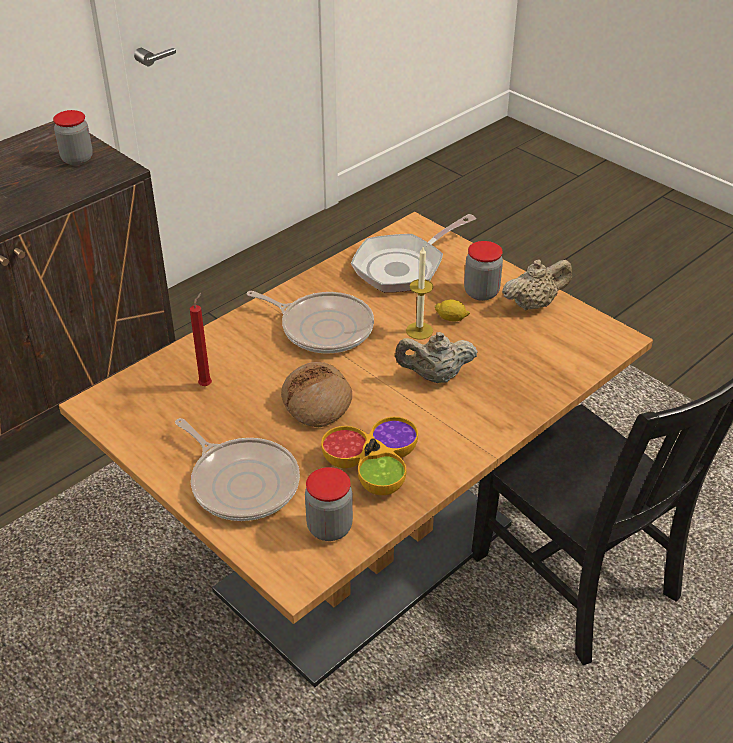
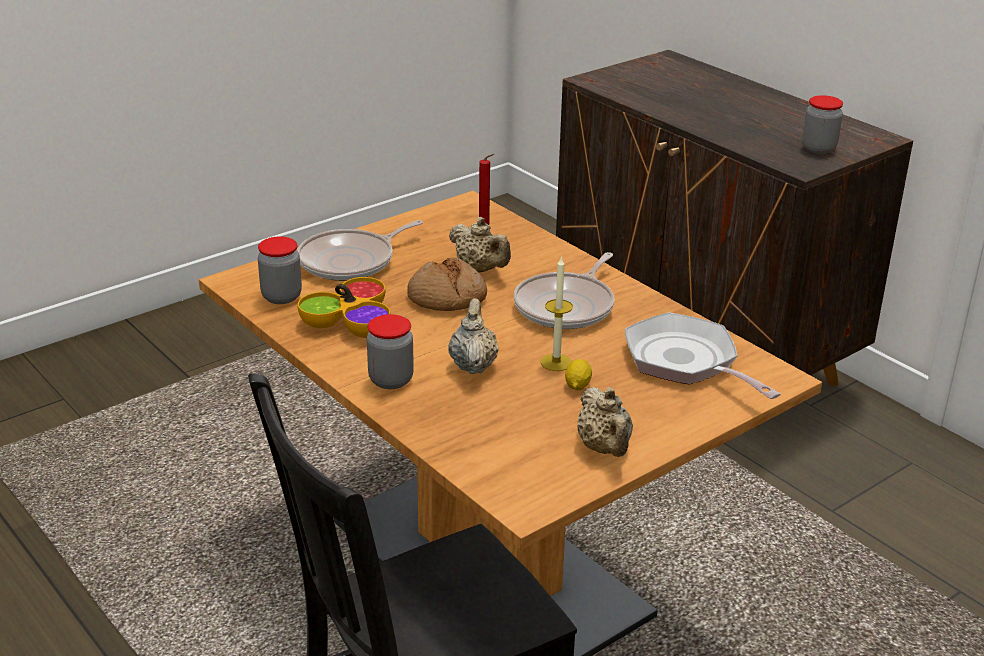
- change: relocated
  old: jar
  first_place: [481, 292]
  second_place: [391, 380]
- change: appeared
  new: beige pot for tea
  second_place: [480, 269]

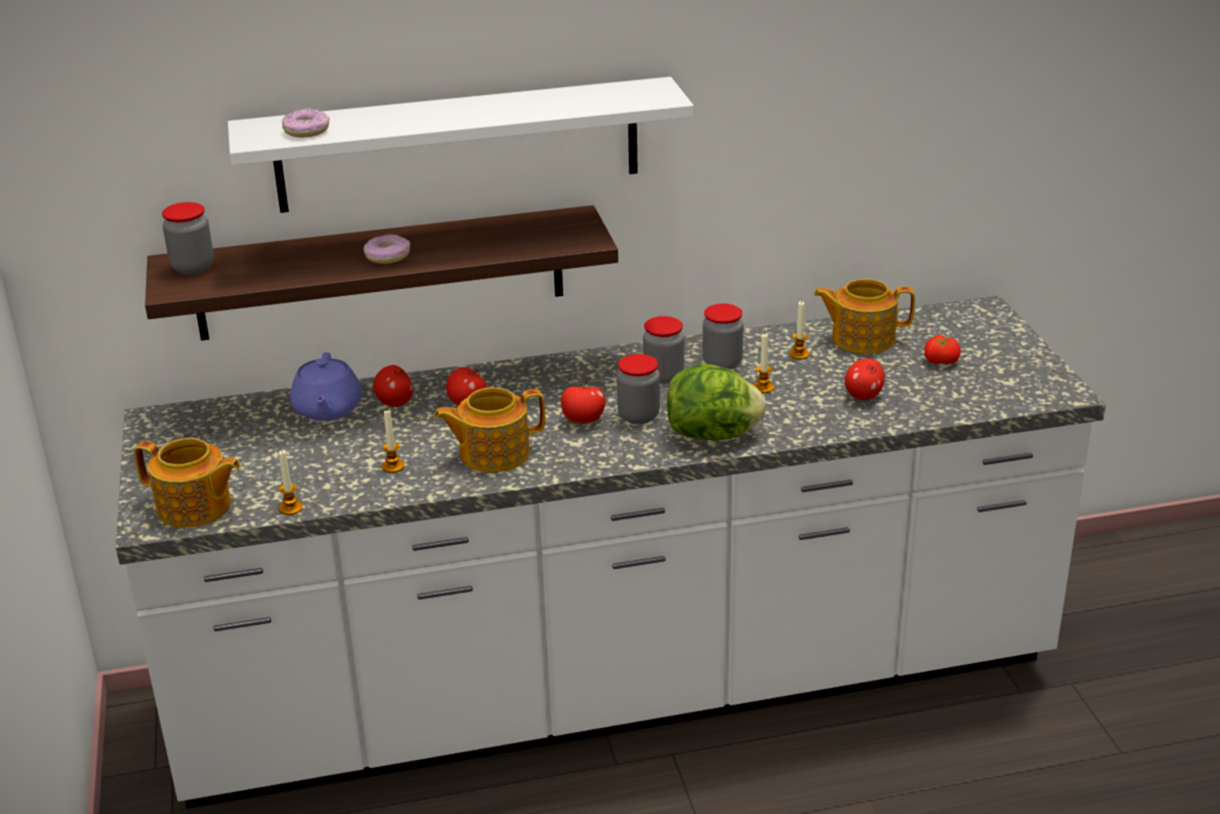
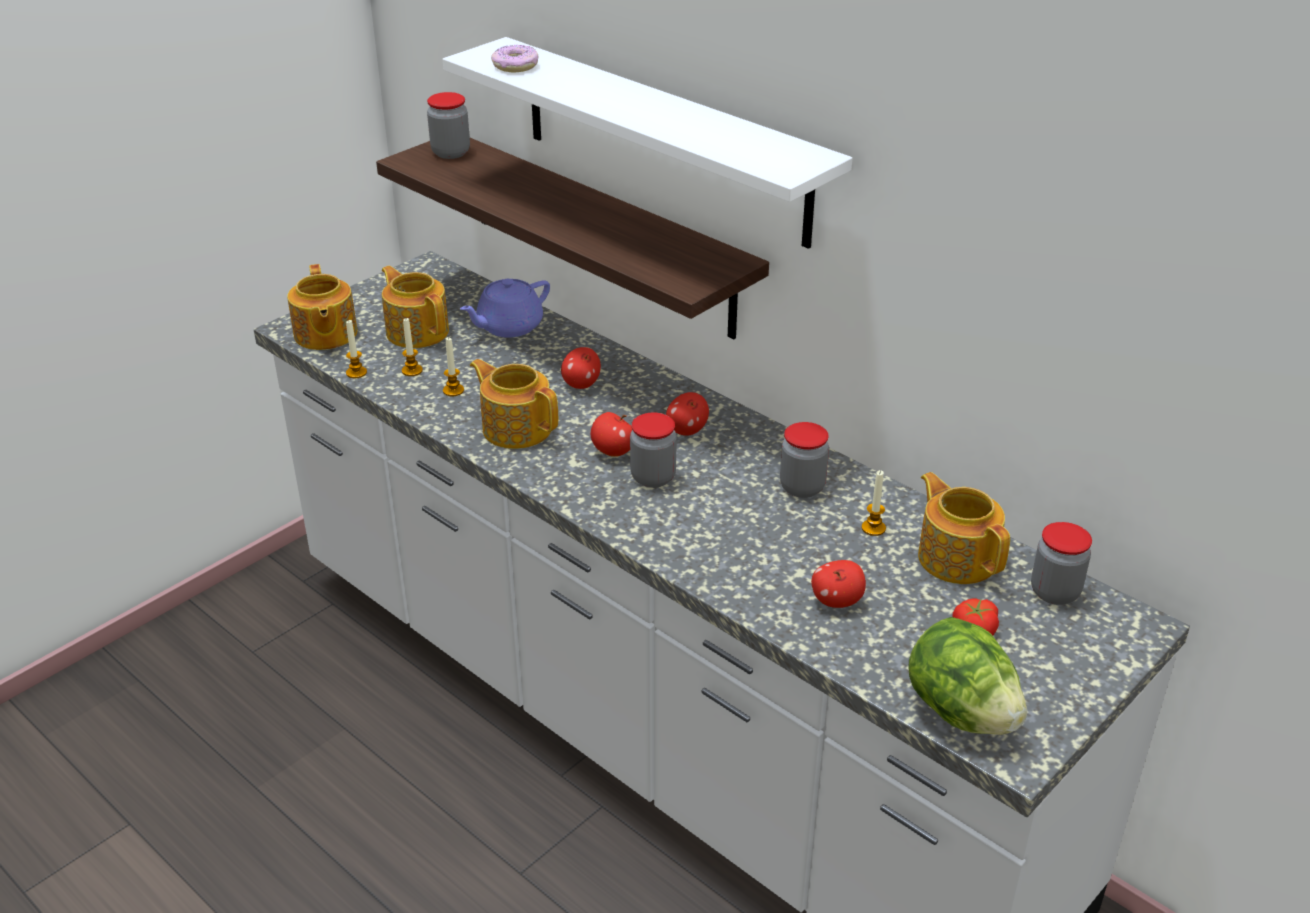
- change: missing
  old: ring doughnut
  first_place: [387, 256]
- change: relocated
  old: apple fruit
  first_place: [395, 403]
  second_place: [686, 430]
- change: relocated
  old: jar
  first_place: [663, 376]
  second_place: [1054, 592]
- change: relocated
  old: lettuce head
  first_place: [713, 435]
  second_place: [961, 712]
- change: relocated
  old: wax light
  first_place: [763, 388]
  second_place: [412, 370]
- change: appeared
  new: pot for tea
  second_place: [417, 331]

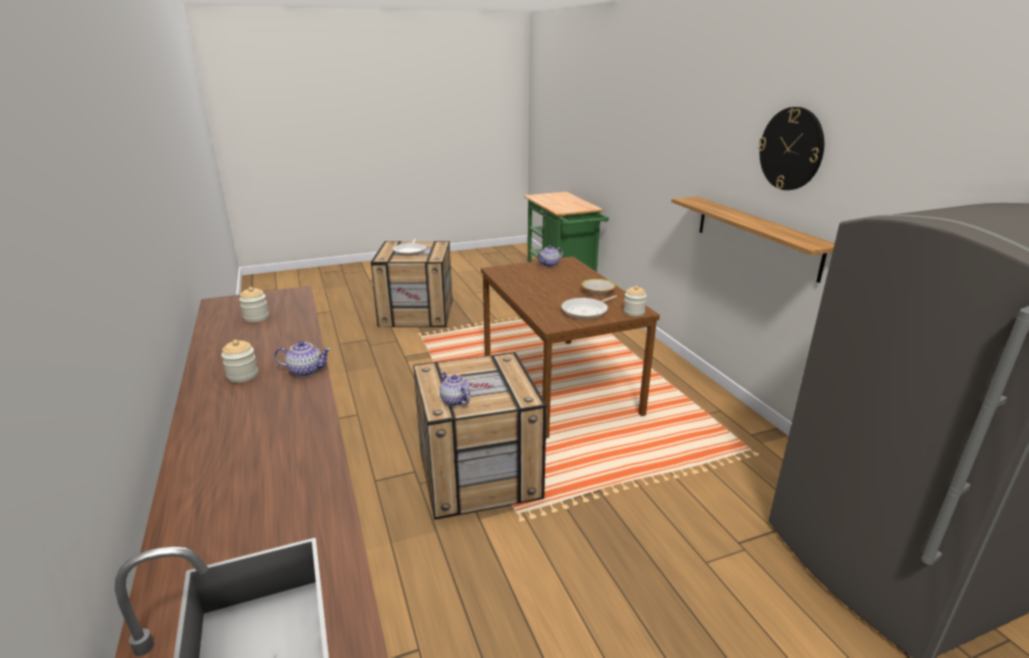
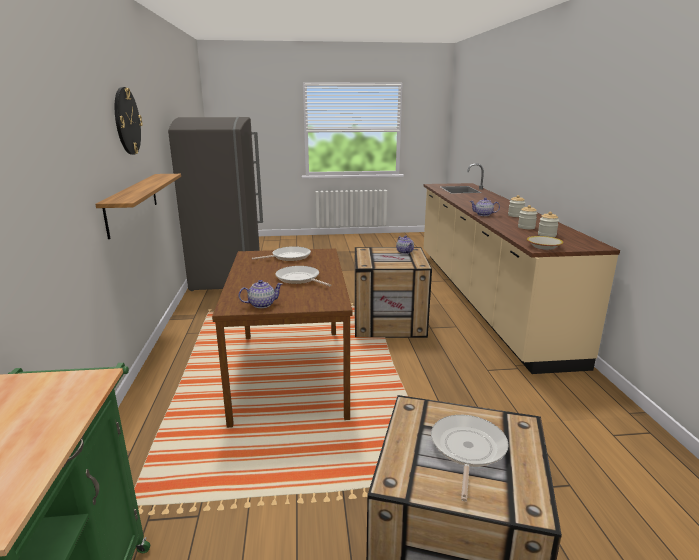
- change: relocated
  old: serving bowl
  first_place: [598, 291]
  second_place: [543, 247]
- change: relocated
  old: jar
  first_place: [634, 312]
  second_place: [526, 227]
- change: appeared
  new: pan
  second_place: [299, 279]

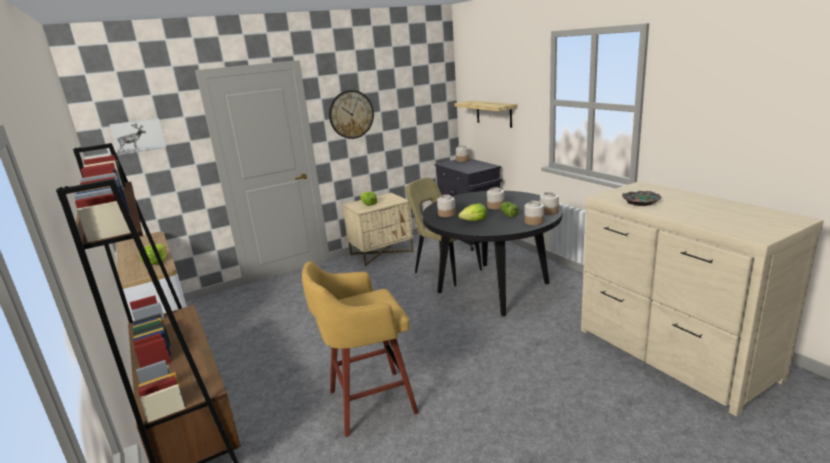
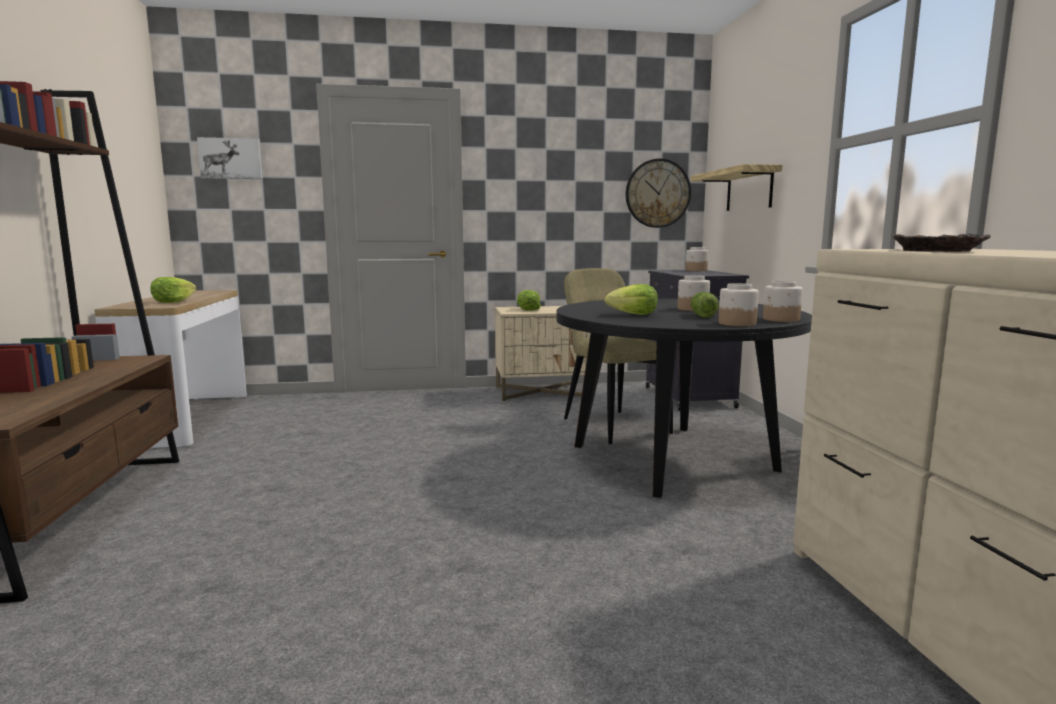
- change: missing
  old: yellowish stool
  first_place: [369, 402]
- change: relocated
  old: clock on the wall
  first_place: [351, 114]
  second_place: [657, 193]
- change: missing
  old: jar
  first_place: [446, 214]

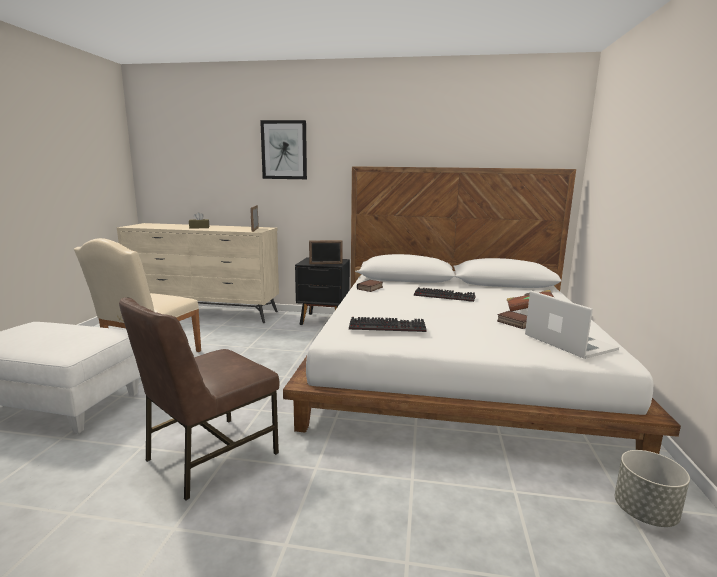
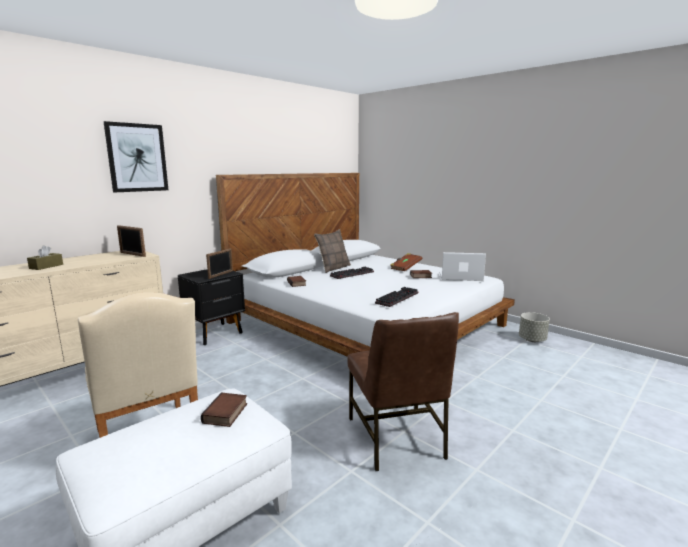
- change: appeared
  new: book
  second_place: [226, 414]
- change: appeared
  new: cushion
  second_place: [333, 268]

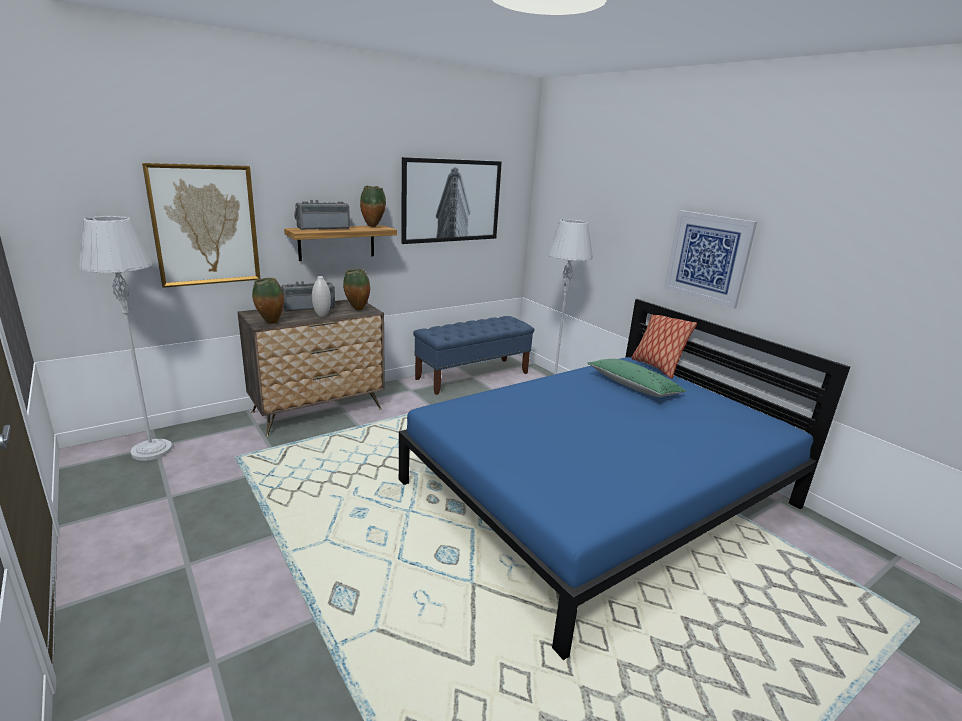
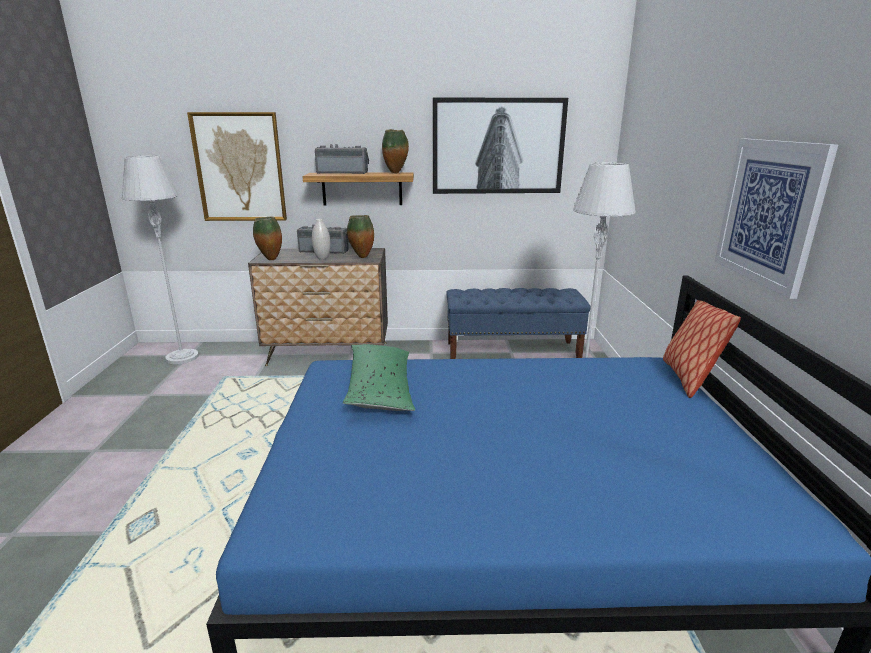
- change: relocated
  old: green cushion
  first_place: [633, 386]
  second_place: [380, 388]

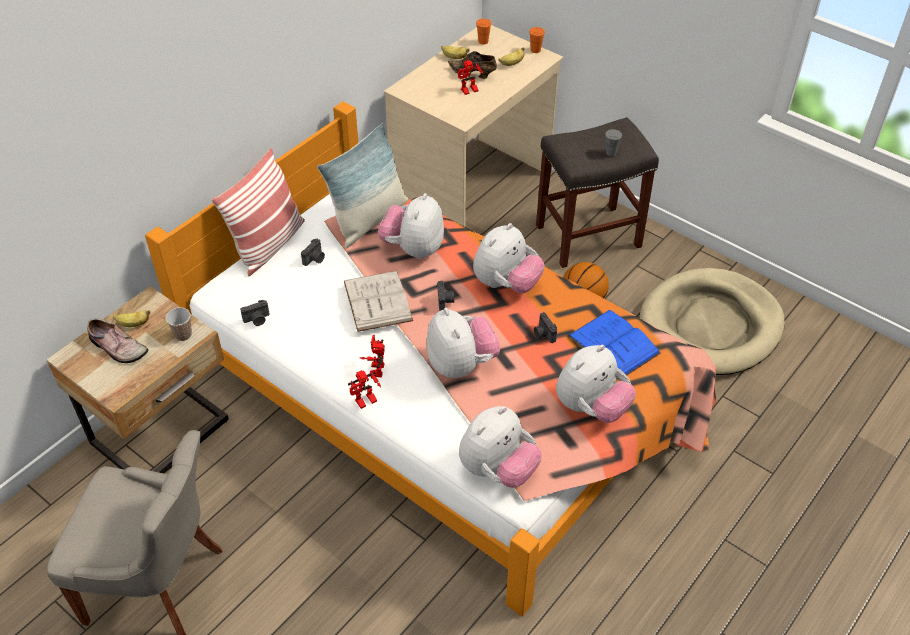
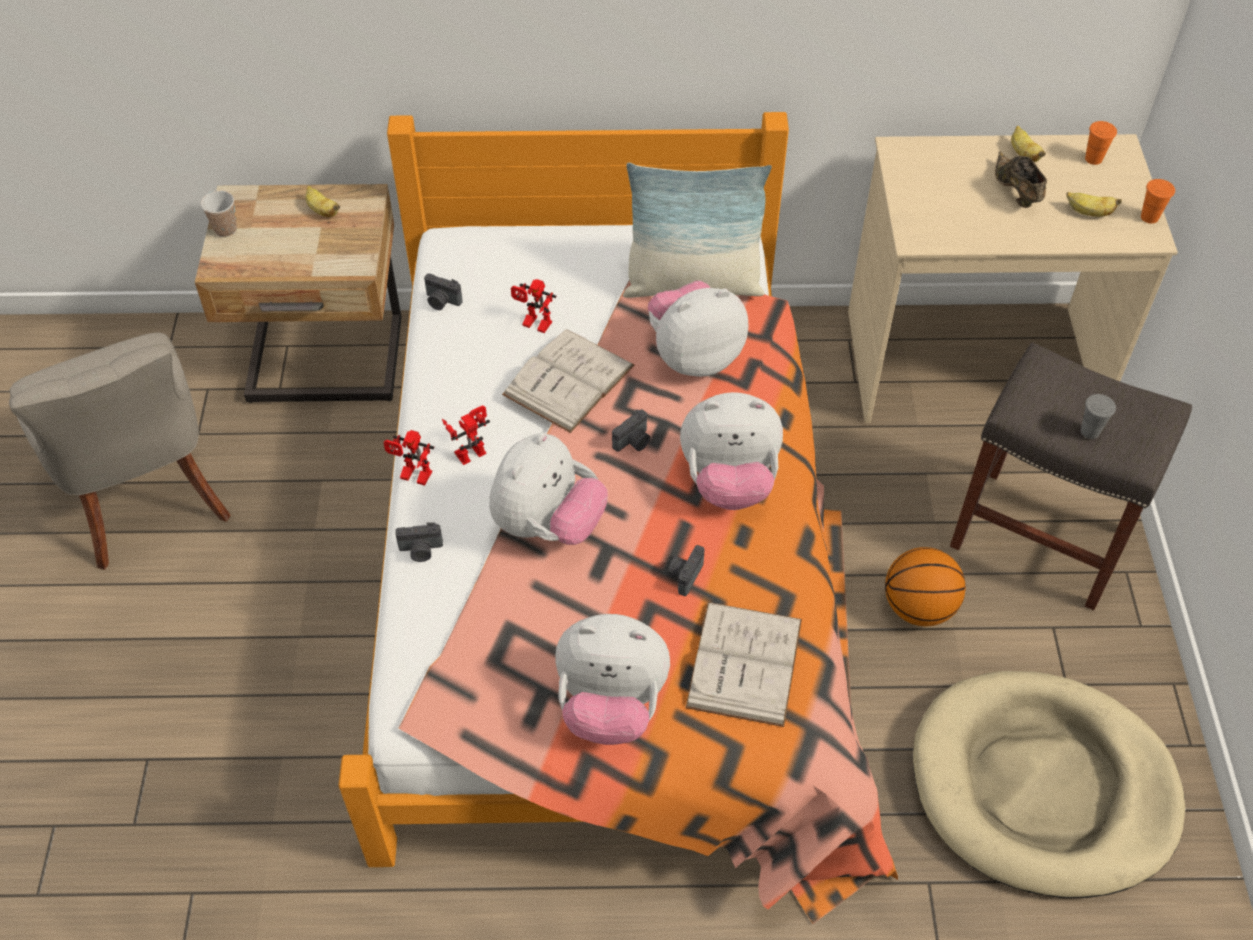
- change: missing
  old: shoe
  first_place: [117, 348]
- change: relocated
  old: small cup
  first_place: [183, 335]
  second_place: [225, 229]
- change: missing
  old: cushion
  first_place: [268, 244]
- change: relocated
  old: photo camera
  first_place: [315, 259]
  second_place: [421, 550]
- change: relocated
  old: toy robot
  first_place: [469, 91]
  second_place: [533, 325]
- change: missing
  old: cuddly toy
  first_place: [498, 469]
- change: colour
  old: bluish book
  new: white-coloured book
  first_place: [613, 344]
  second_place: [744, 663]

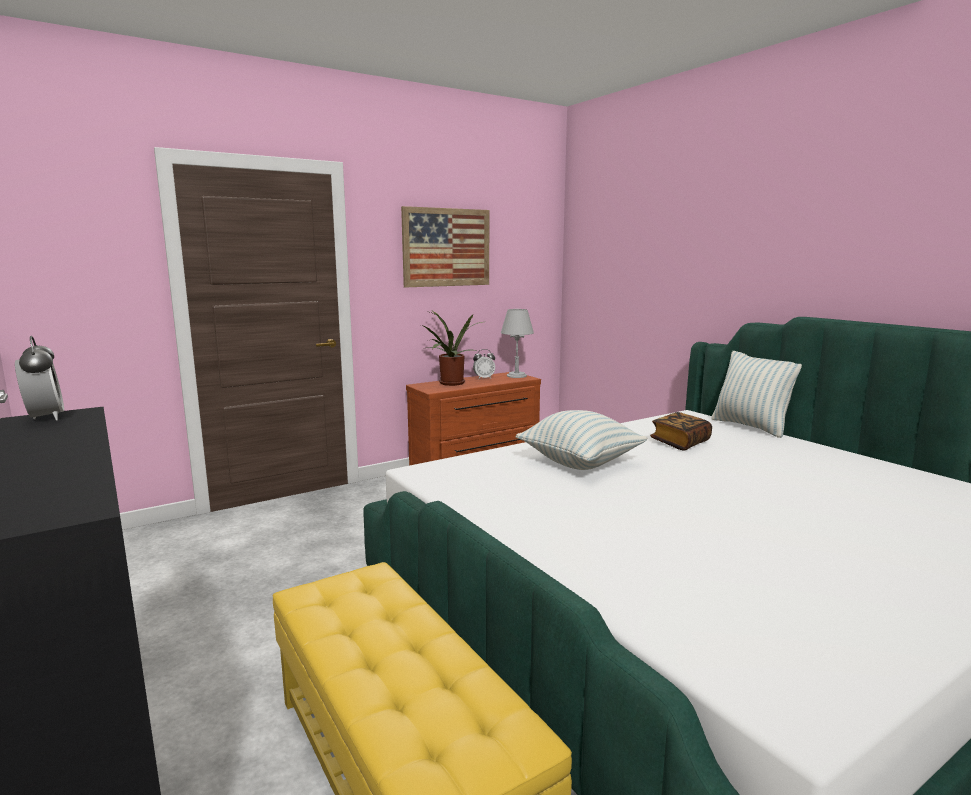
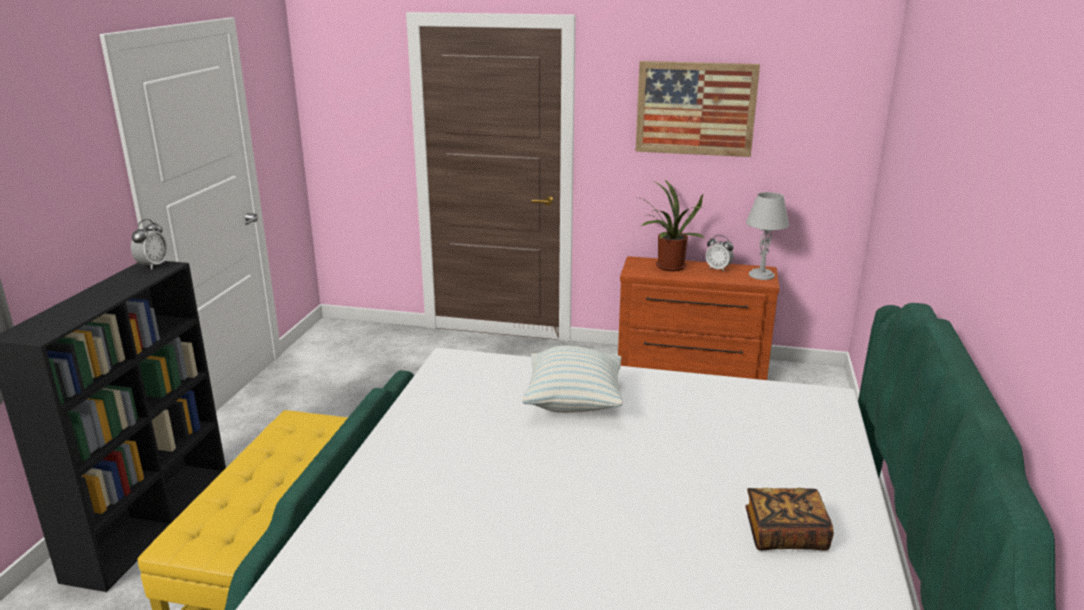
- change: relocated
  old: book
  first_place: [680, 443]
  second_place: [785, 534]
- change: missing
  old: cushion
  first_place: [751, 427]

